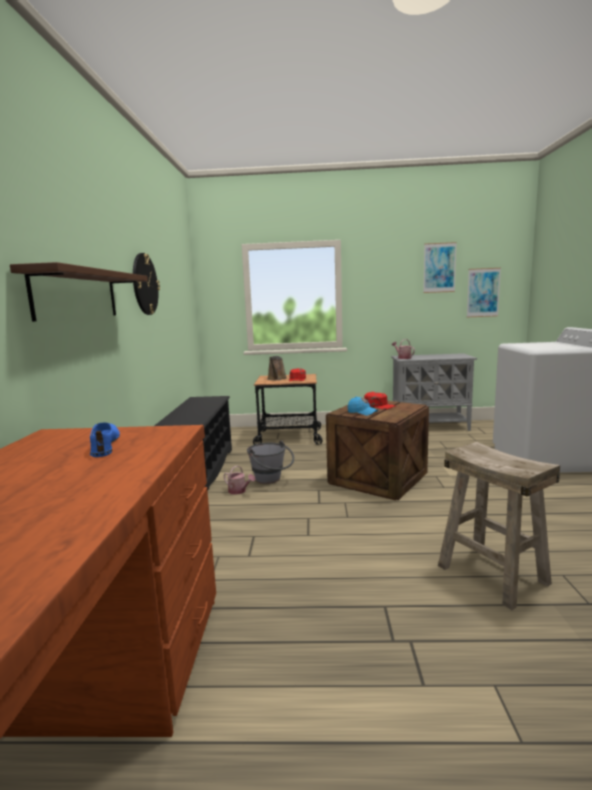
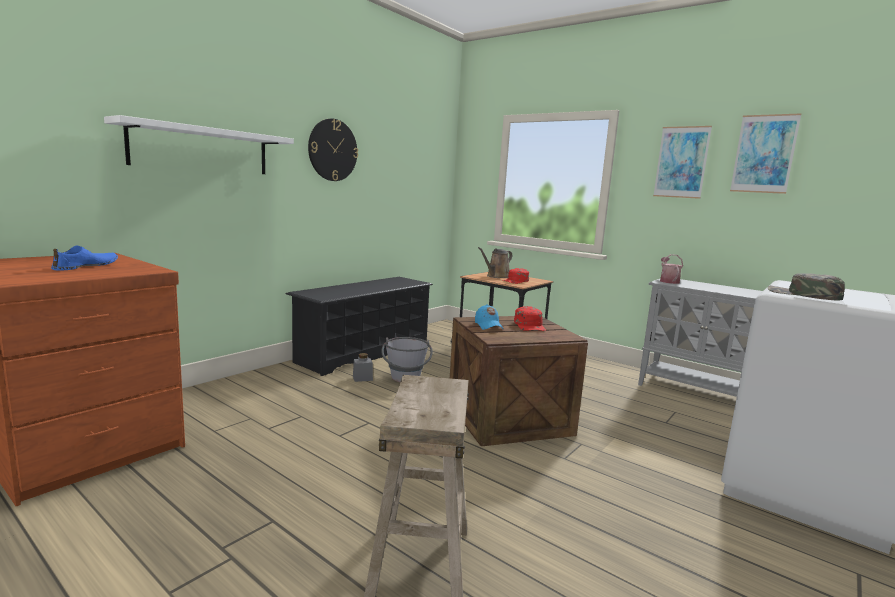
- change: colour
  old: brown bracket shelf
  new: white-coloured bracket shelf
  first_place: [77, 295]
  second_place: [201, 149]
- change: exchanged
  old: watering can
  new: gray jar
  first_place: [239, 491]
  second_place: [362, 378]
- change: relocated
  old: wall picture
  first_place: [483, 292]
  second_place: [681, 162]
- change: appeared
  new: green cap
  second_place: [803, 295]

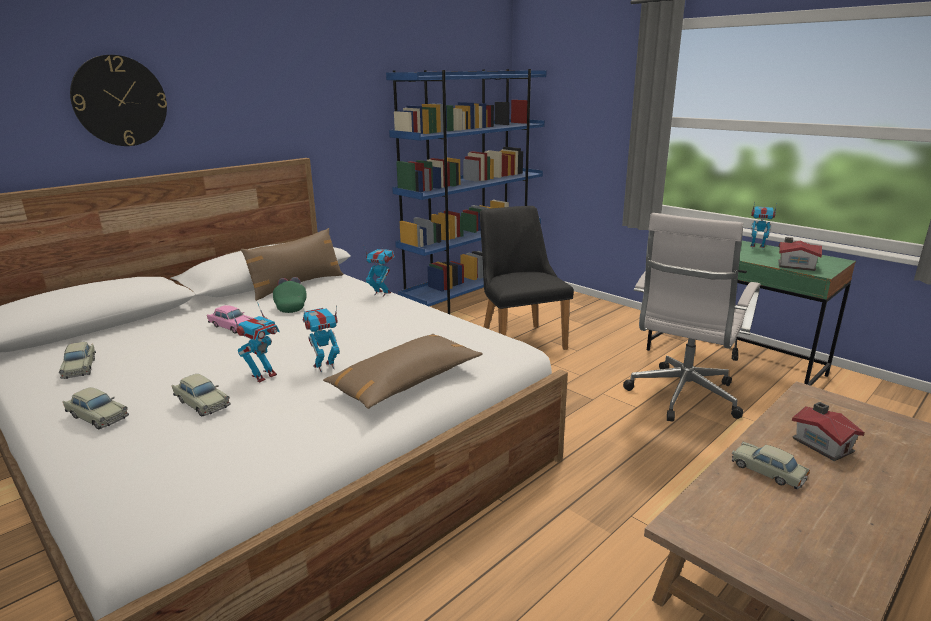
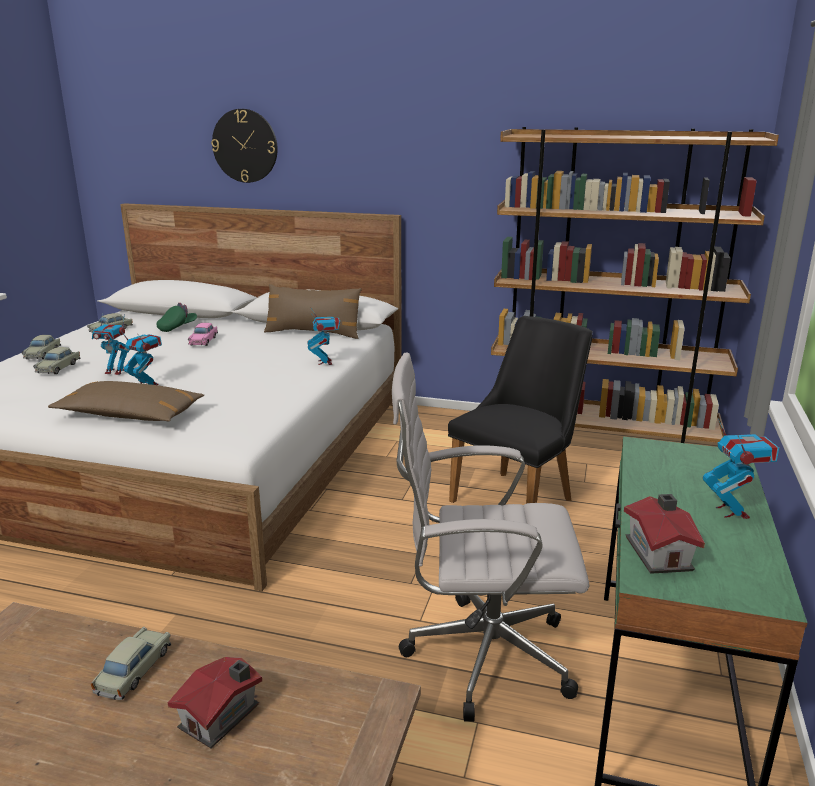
- change: relocated
  old: green cap
  first_place: [291, 306]
  second_place: [177, 327]
- change: colour
  old: bluish bookcase
  new: brown bookcase
  first_place: [473, 296]
  second_place: [601, 439]

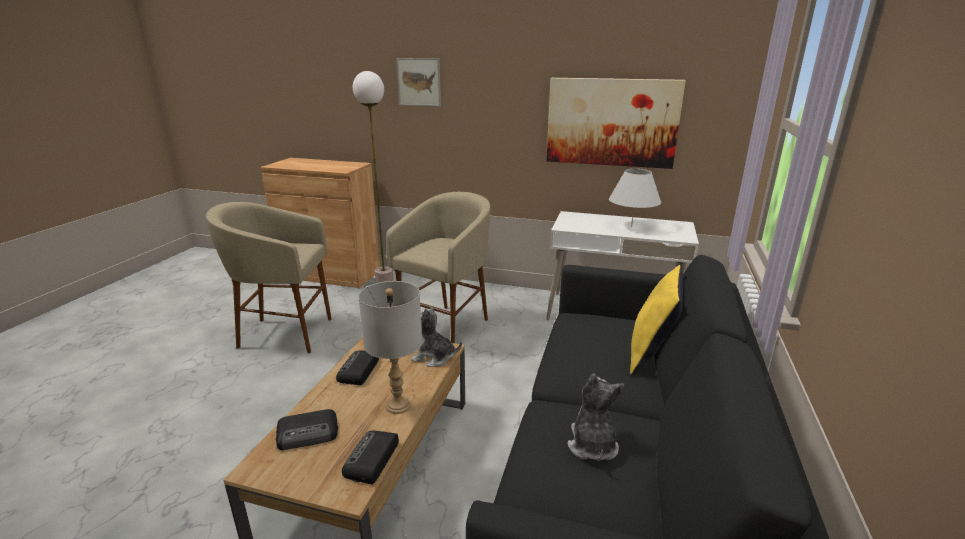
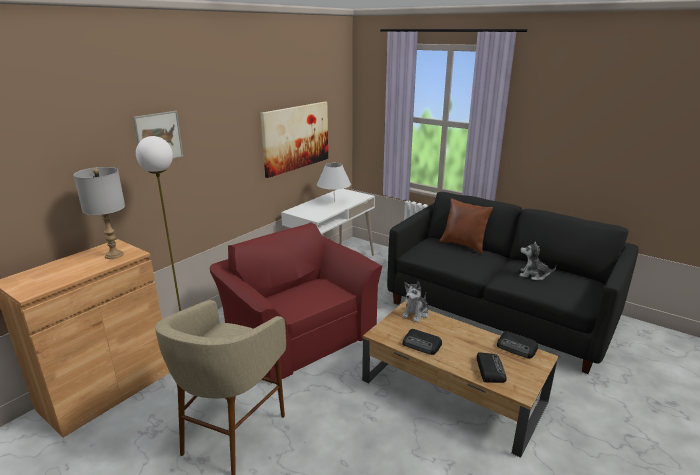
- change: relocated
  old: gray table lamp
  first_place: [398, 405]
  second_place: [114, 255]
- change: exchanged
  old: beige stool
  new: red-coloured armchair
  first_place: [447, 327]
  second_place: [297, 332]
- change: colour
  old: yellowish cushion
  new: brown cushion
  first_place: [651, 354]
  second_place: [464, 245]

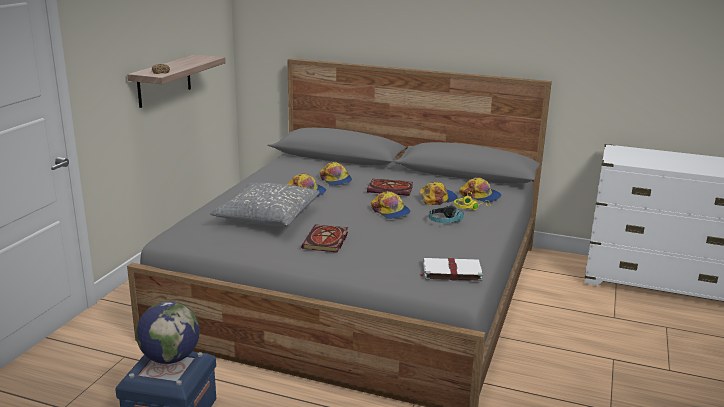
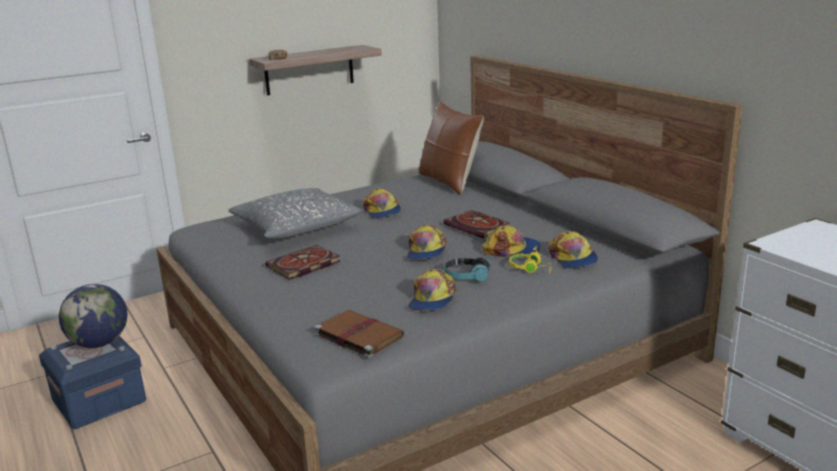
- change: relocated
  old: cap
  first_place: [336, 180]
  second_place: [432, 299]
- change: colour
  old: white-coloured book
  new: brown book
  first_place: [451, 271]
  second_place: [357, 335]
- change: appeared
  new: brown cushion
  second_place: [449, 182]

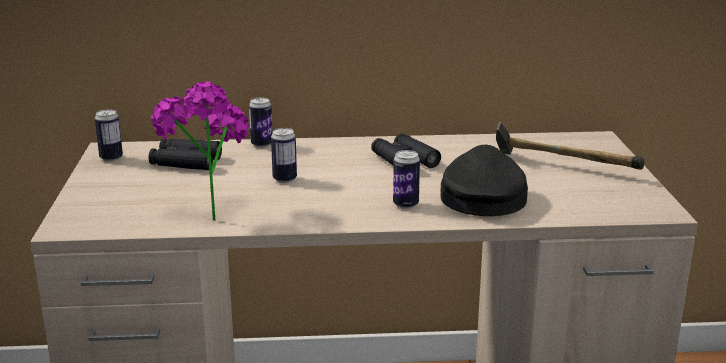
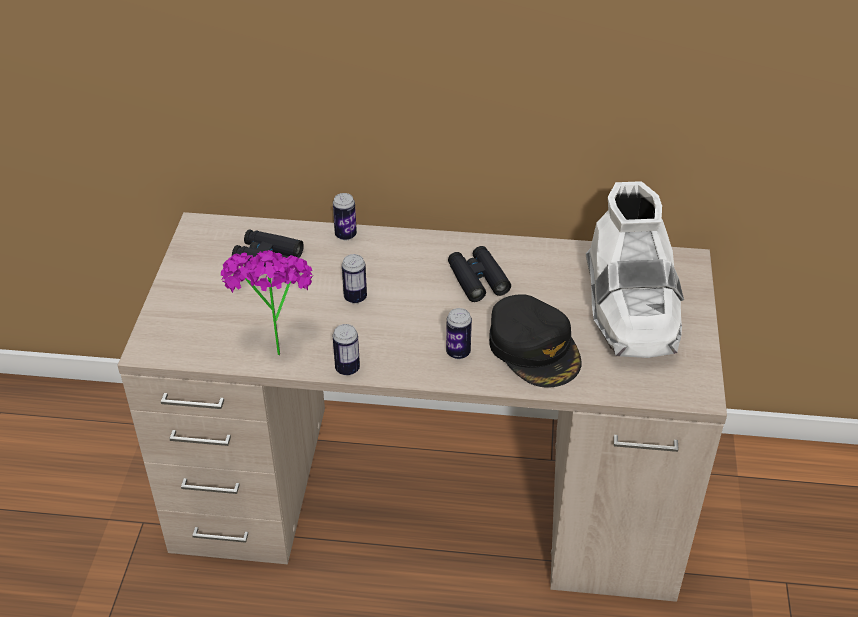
- change: relocated
  old: metal can
  first_place: [111, 158]
  second_place: [347, 368]
- change: spun
  old: black cap
  first_place: [482, 196]
  second_place: [534, 348]
  degrees: 135
- change: exchanged
  old: tool hammer
  new: white-coloured tall boot
  first_place: [561, 167]
  second_place: [630, 308]

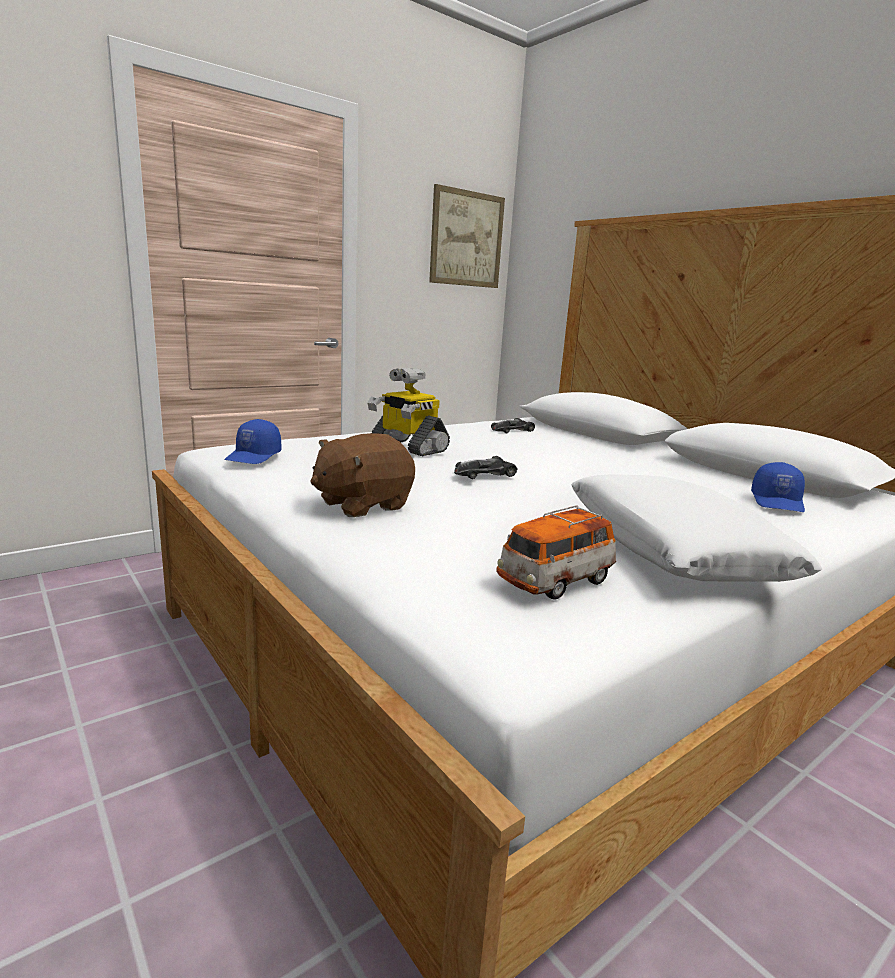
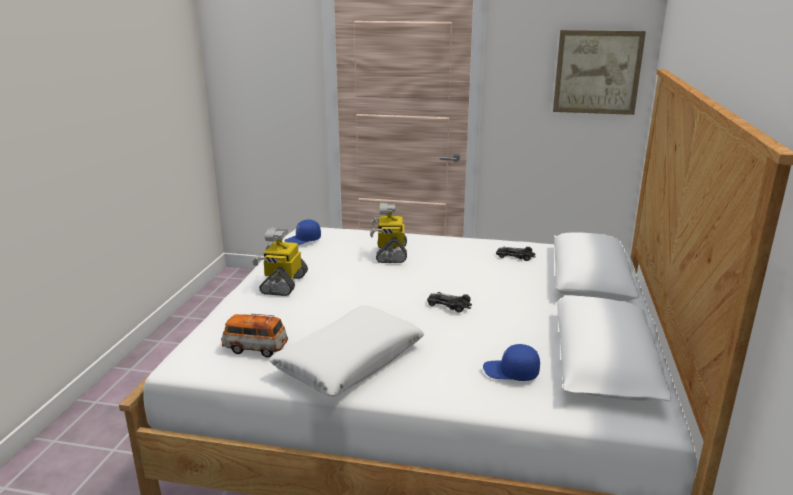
- change: exchanged
  old: brown cuddly toy
  new: toy robot
  first_place: [362, 505]
  second_place: [283, 284]
- change: relocated
  old: miniature car
  first_place: [485, 473]
  second_place: [449, 304]
- change: spun
  old: bluish cap
  first_place: [778, 502]
  second_place: [511, 372]
  degrees: 45

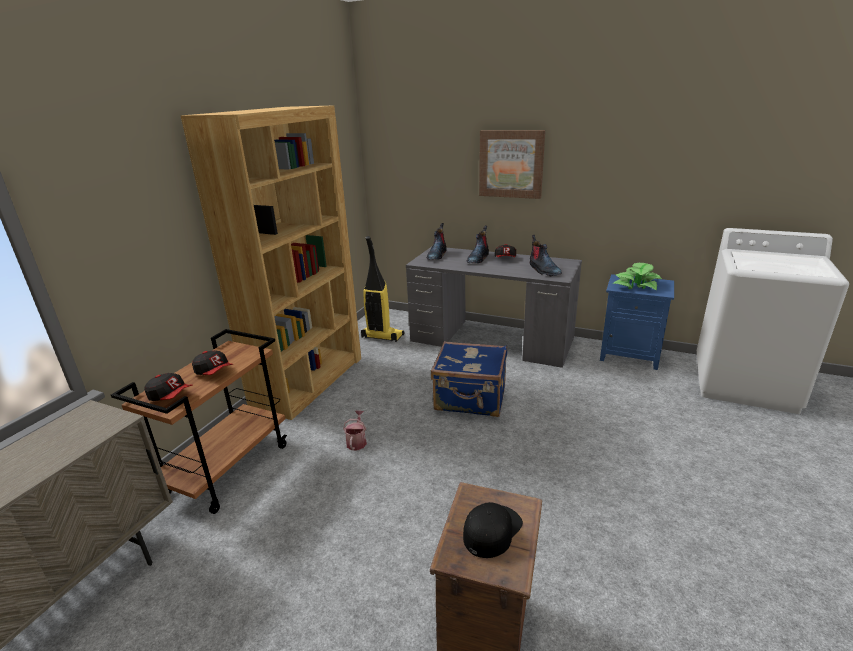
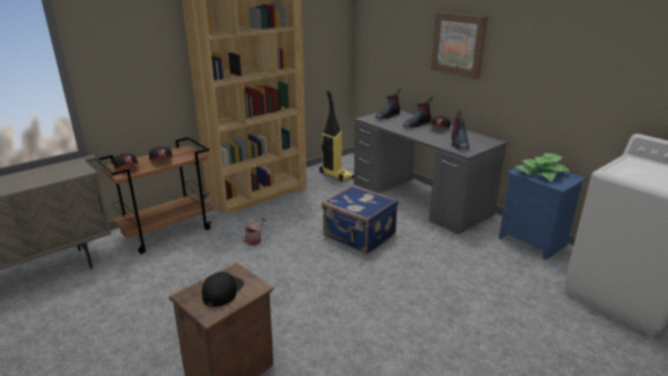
- change: spun
  old: black cap
  first_place: [492, 530]
  second_place: [222, 291]
  degrees: -45

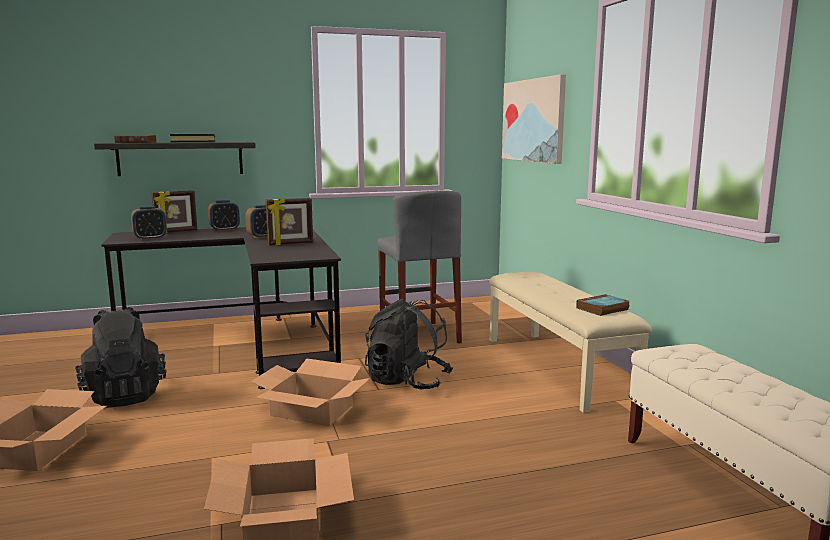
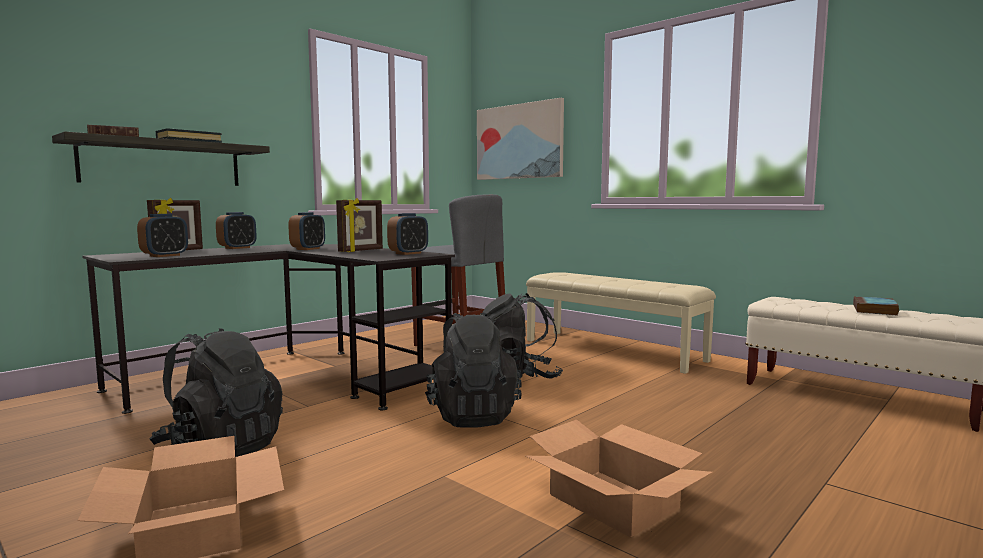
- change: exchanged
  old: packing box
  new: black backpack
  first_place: [312, 410]
  second_place: [472, 415]
- change: relocated
  old: book
  first_place: [602, 309]
  second_place: [875, 310]
- change: appeared
  new: table clock
  second_place: [408, 253]

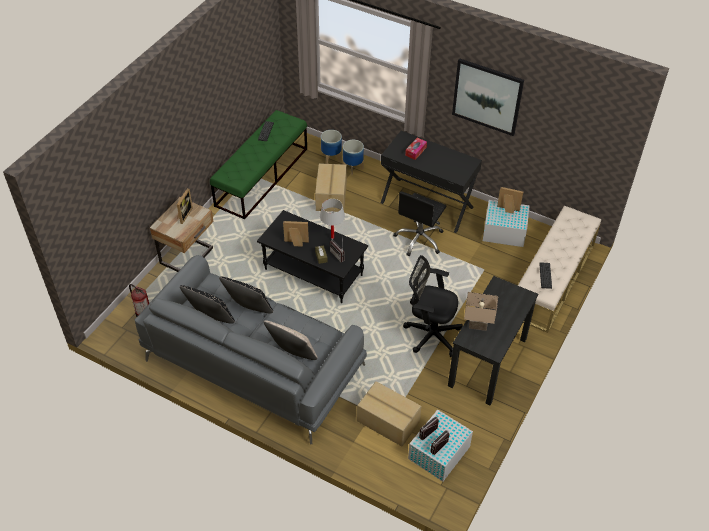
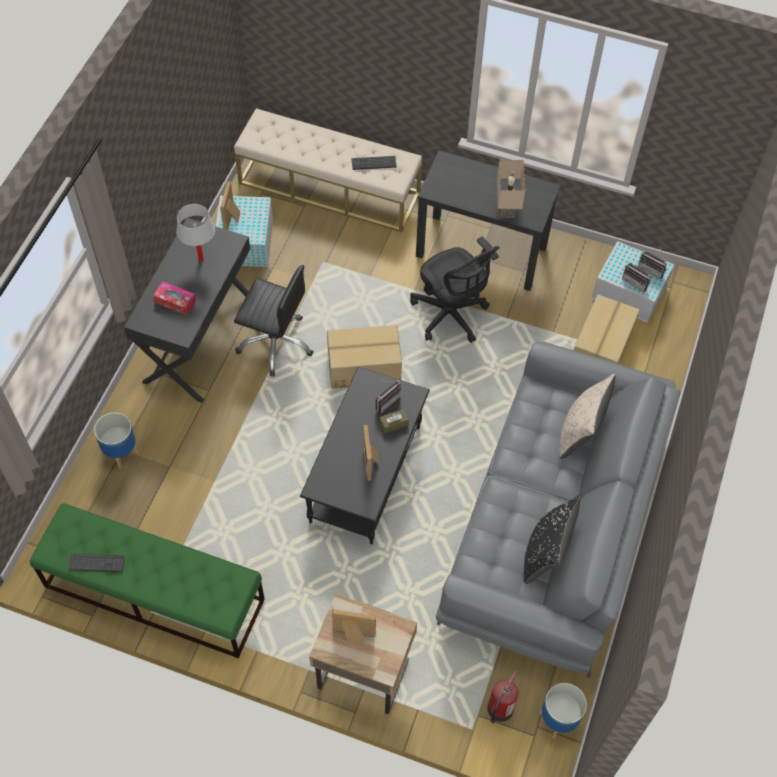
- change: missing
  old: black cushion
  first_place: [249, 308]
- change: relocated
  old: packing box
  first_place: [332, 196]
  second_place: [363, 366]
- change: relocated
  old: white-coloured table lamp
  first_place: [332, 237]
  second_place: [201, 259]
- change: relocated
  old: flower pot
  first_place: [331, 158]
  second_place: [559, 720]
- change: spun
  old: black desk chair
  first_place: [430, 334]
  second_place: [451, 315]
  degrees: -45
- change: missing
  old: wall picture
  first_place: [487, 96]

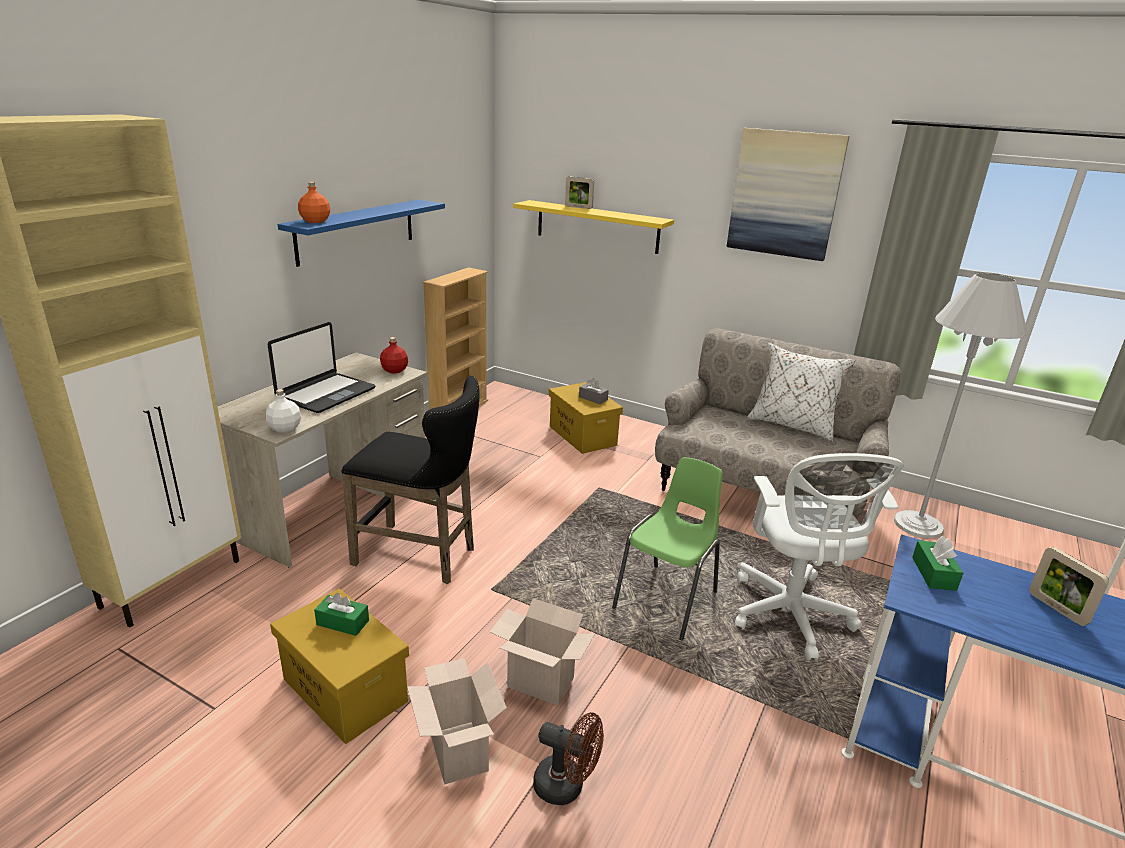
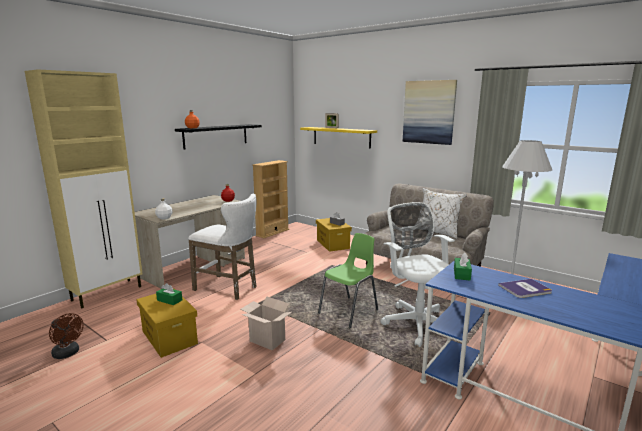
- change: missing
  old: laptop
  first_place: [325, 394]
- change: colour
  old: bluish bracket shelf
  new: black bracket shelf
  first_place: [356, 231]
  second_place: [216, 136]
- change: colour
  old: black stool
  new: white-coloured stool
  first_place: [421, 556]
  second_place: [228, 288]
- change: missing
  old: packing box
  first_place: [456, 751]
- change: relocated
  old: brown electric fan
  first_place: [566, 786]
  second_place: [68, 353]
- change: spun
  old: white-coloured desk chair
  first_place: [791, 616]
  second_place: [416, 322]
  degrees: 150
- change: exchanged
  old: picture frame
  new: book
  first_place: [1057, 609]
  second_place: [525, 289]

